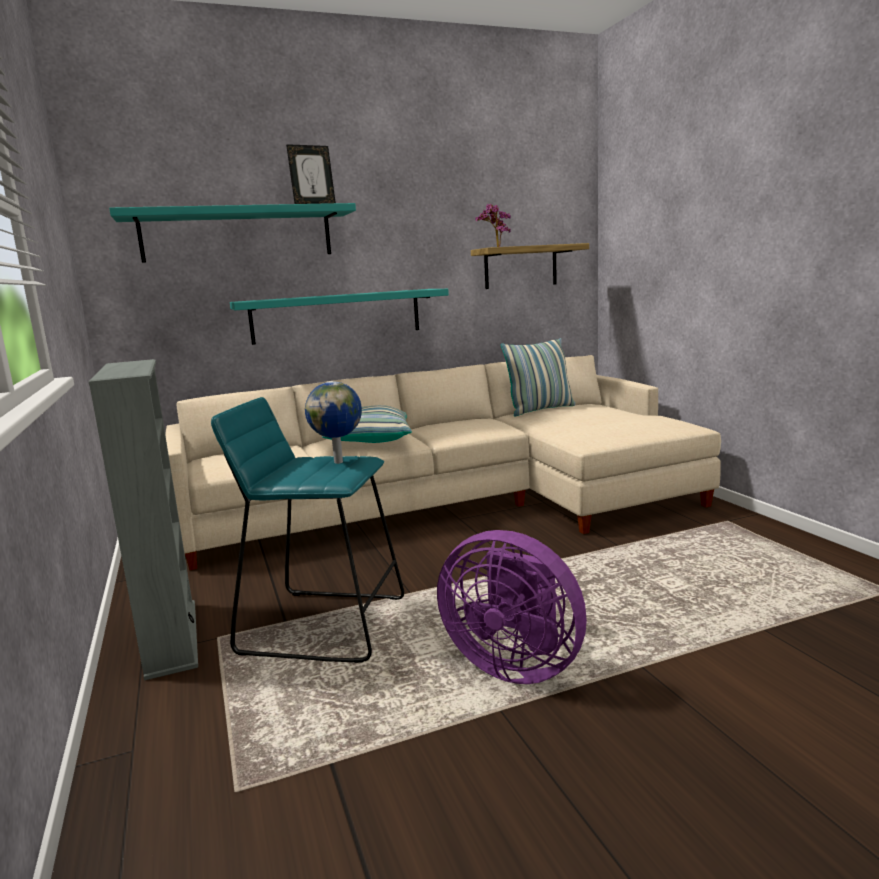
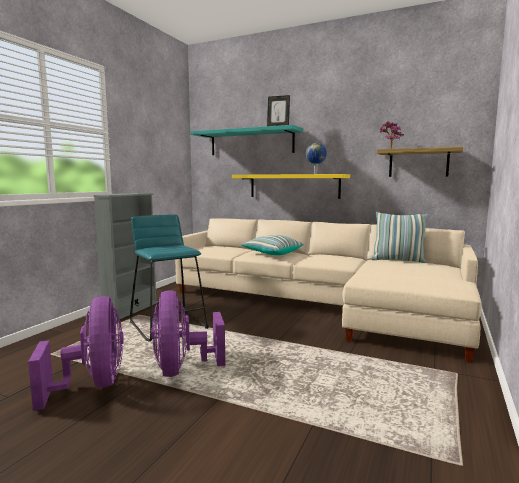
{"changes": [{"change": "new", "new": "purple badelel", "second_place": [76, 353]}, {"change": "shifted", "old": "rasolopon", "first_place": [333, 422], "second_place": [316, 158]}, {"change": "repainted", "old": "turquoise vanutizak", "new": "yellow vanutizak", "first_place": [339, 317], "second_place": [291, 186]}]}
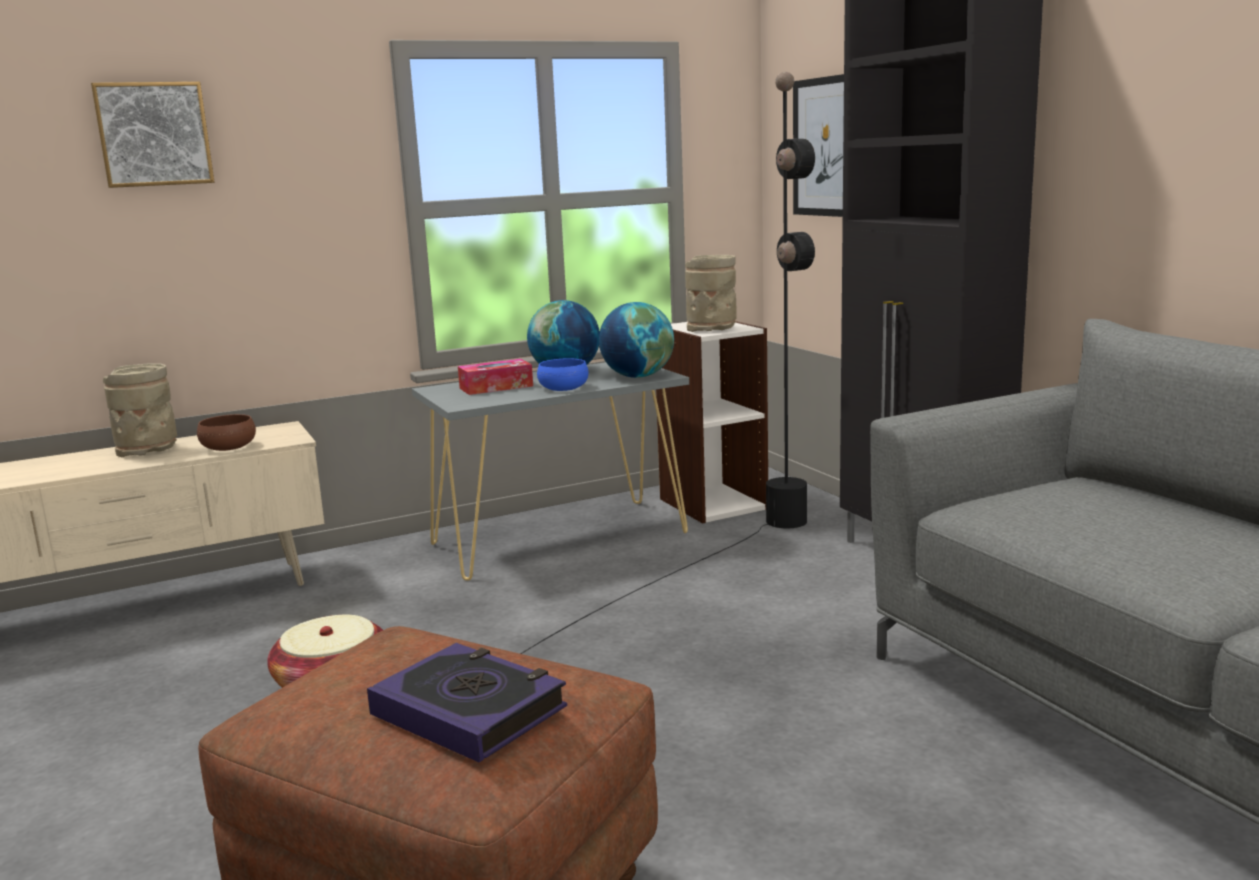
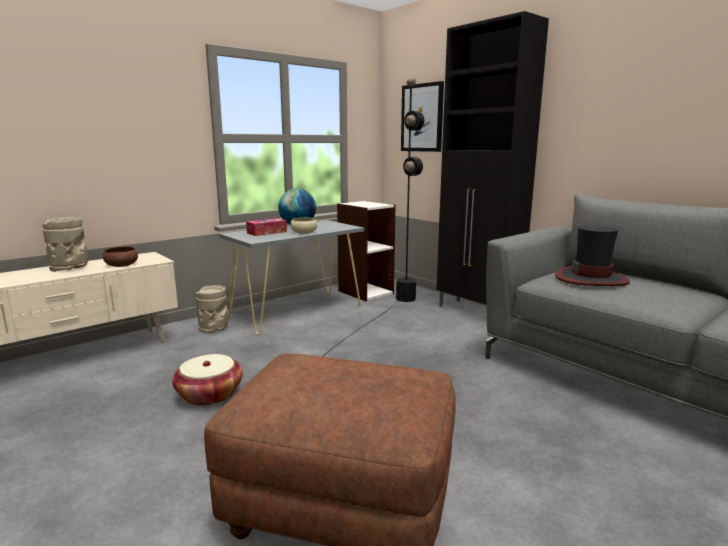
{"changes": [{"change": "gone", "old": "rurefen", "first_place": [153, 135]}, {"change": "gone", "old": "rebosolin", "first_place": [467, 702]}, {"change": "gone", "old": "rasolopon", "first_place": [636, 340]}, {"change": "new", "new": "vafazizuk", "second_place": [592, 255]}, {"change": "shifted", "old": "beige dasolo", "first_place": [711, 293], "second_place": [212, 309]}, {"change": "repainted", "old": "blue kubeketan", "new": "beige kubeketan", "first_place": [563, 374], "second_place": [304, 226]}]}
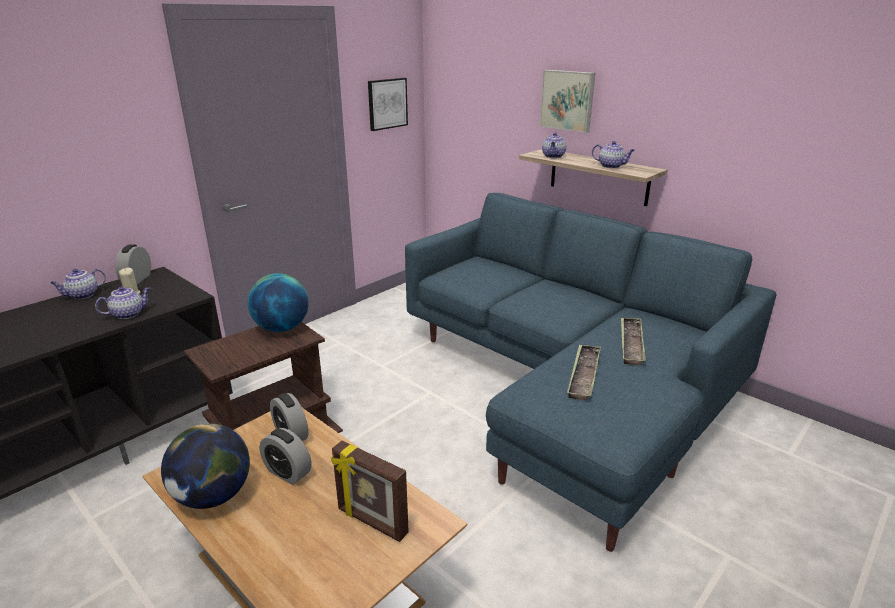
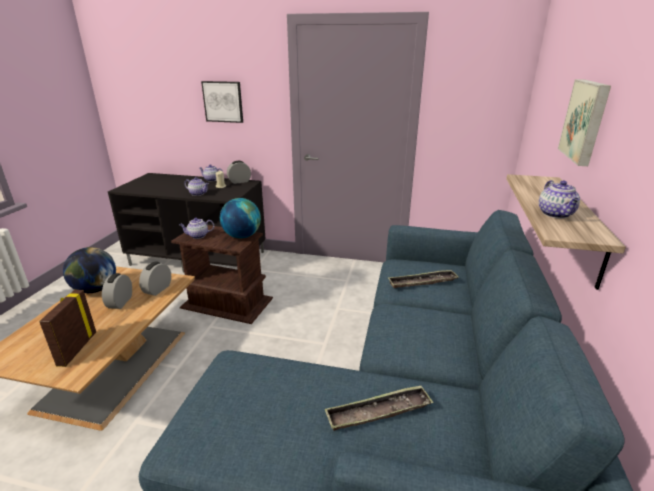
{"changes": [{"change": "shifted", "old": "rurefen", "first_place": [388, 104], "second_place": [222, 102]}, {"change": "shifted", "old": "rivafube", "first_place": [554, 145], "second_place": [196, 228]}, {"change": "shifted", "old": "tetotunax", "first_place": [584, 372], "second_place": [423, 279]}]}
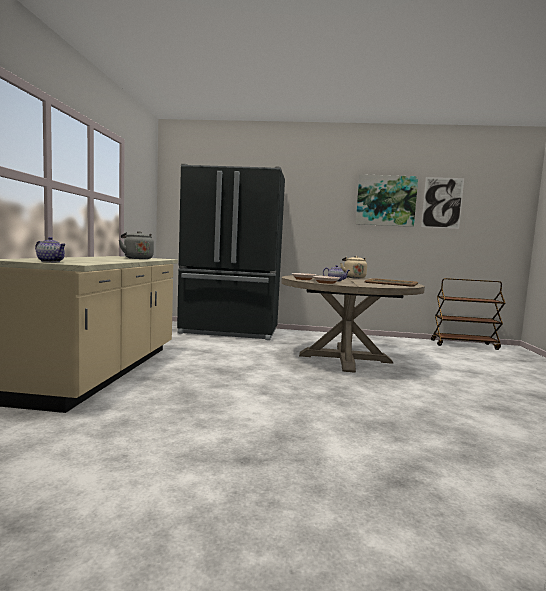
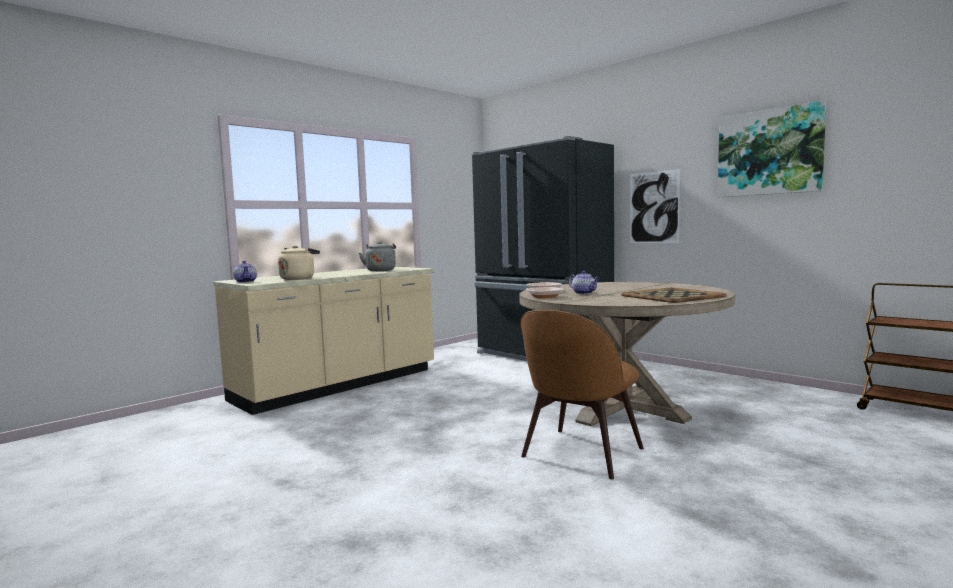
{"changes": [{"change": "new", "new": "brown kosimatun", "second_place": [582, 394]}, {"change": "shifted", "old": "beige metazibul", "first_place": [353, 267], "second_place": [299, 263]}, {"change": "shifted", "old": "rurefen", "first_place": [442, 203], "second_place": [655, 206]}]}
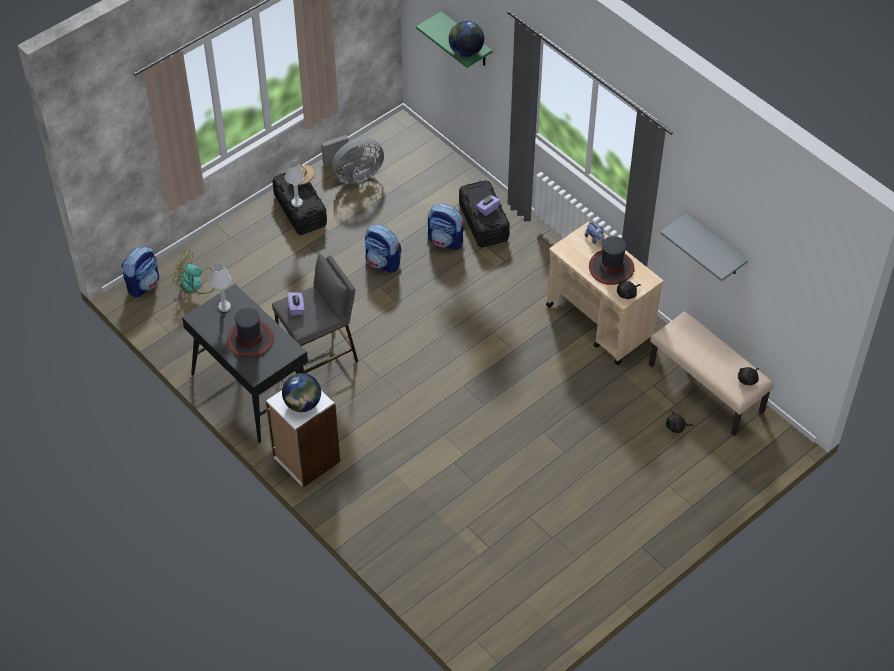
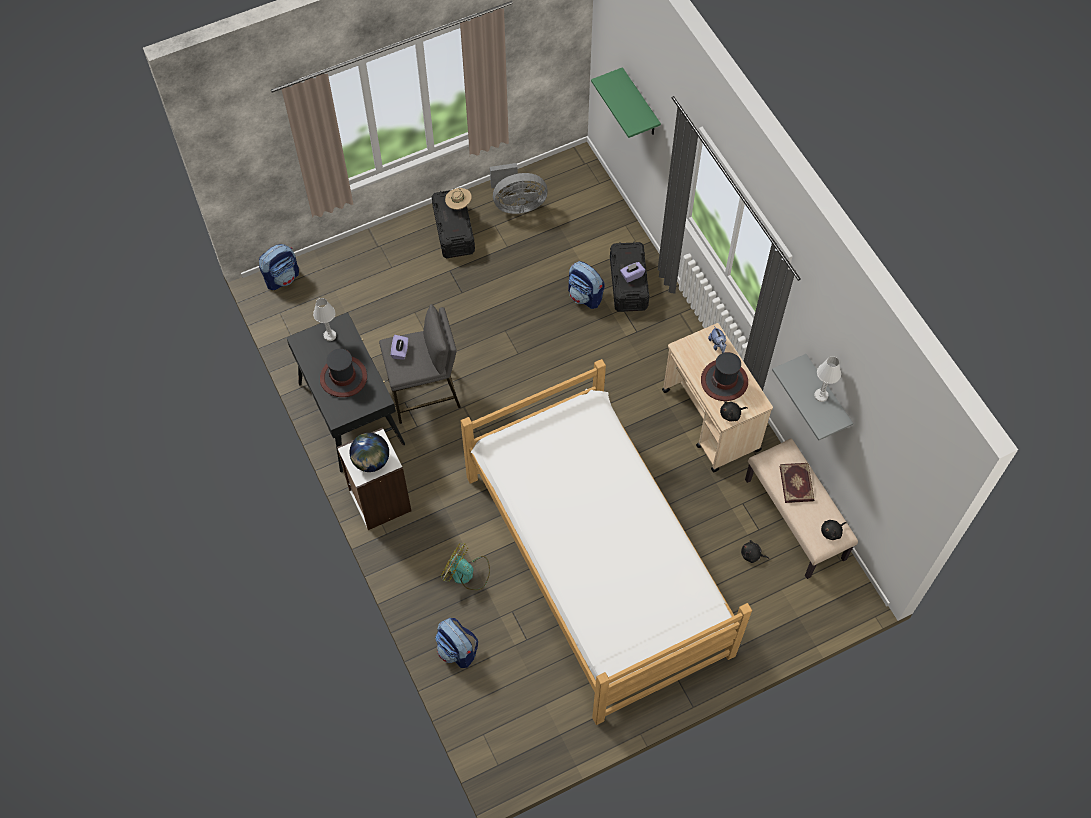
{"changes": [{"change": "gone", "old": "rasolopon", "first_place": [466, 39]}, {"change": "new", "new": "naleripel", "second_place": [606, 542]}, {"change": "new", "new": "rebosolin", "second_place": [797, 483]}, {"change": "shifted", "old": "badelel", "first_place": [194, 271], "second_place": [465, 566]}, {"change": "shifted", "old": "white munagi", "first_place": [295, 184], "second_place": [827, 379]}, {"change": "shifted", "old": "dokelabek", "first_place": [383, 248], "second_place": [456, 643]}]}
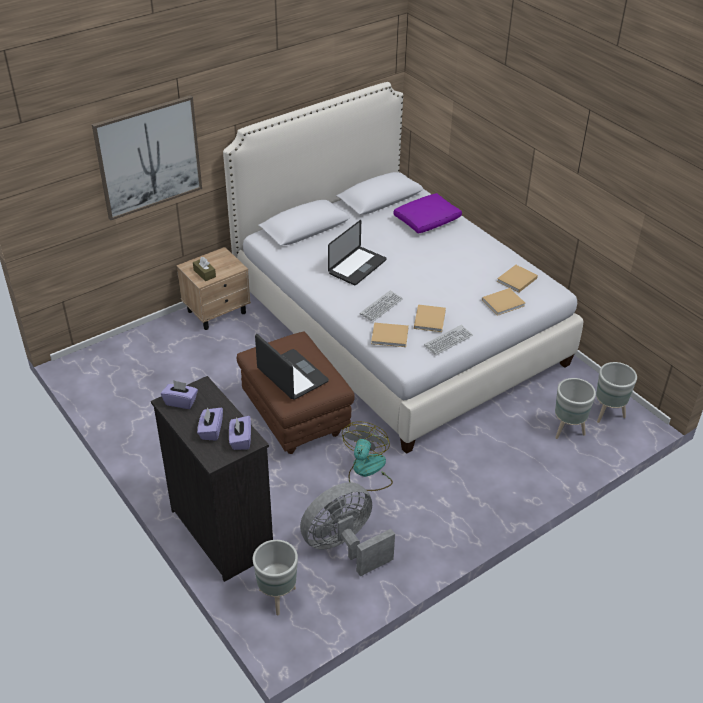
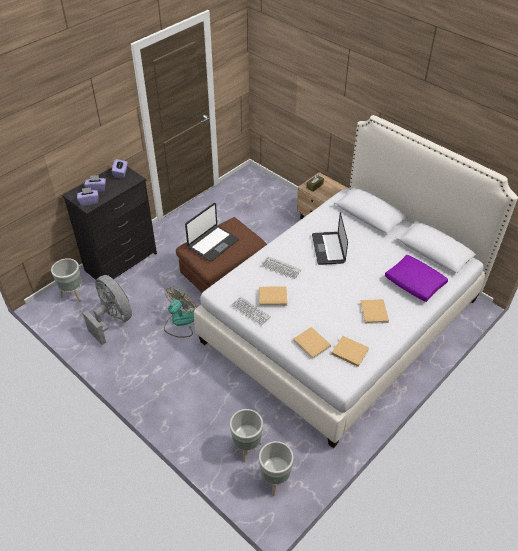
{"changes": [{"change": "gone", "old": "rurefen", "first_place": [147, 157]}, {"change": "shifted", "old": "beige rebosolin", "first_place": [390, 335], "second_place": [374, 311]}, {"change": "rotated", "old": "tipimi", "first_place": [357, 253], "second_place": [330, 238], "degrees": 60}, {"change": "rotated", "old": "badelel", "first_place": [367, 456], "second_place": [179, 312], "degrees": -60}]}
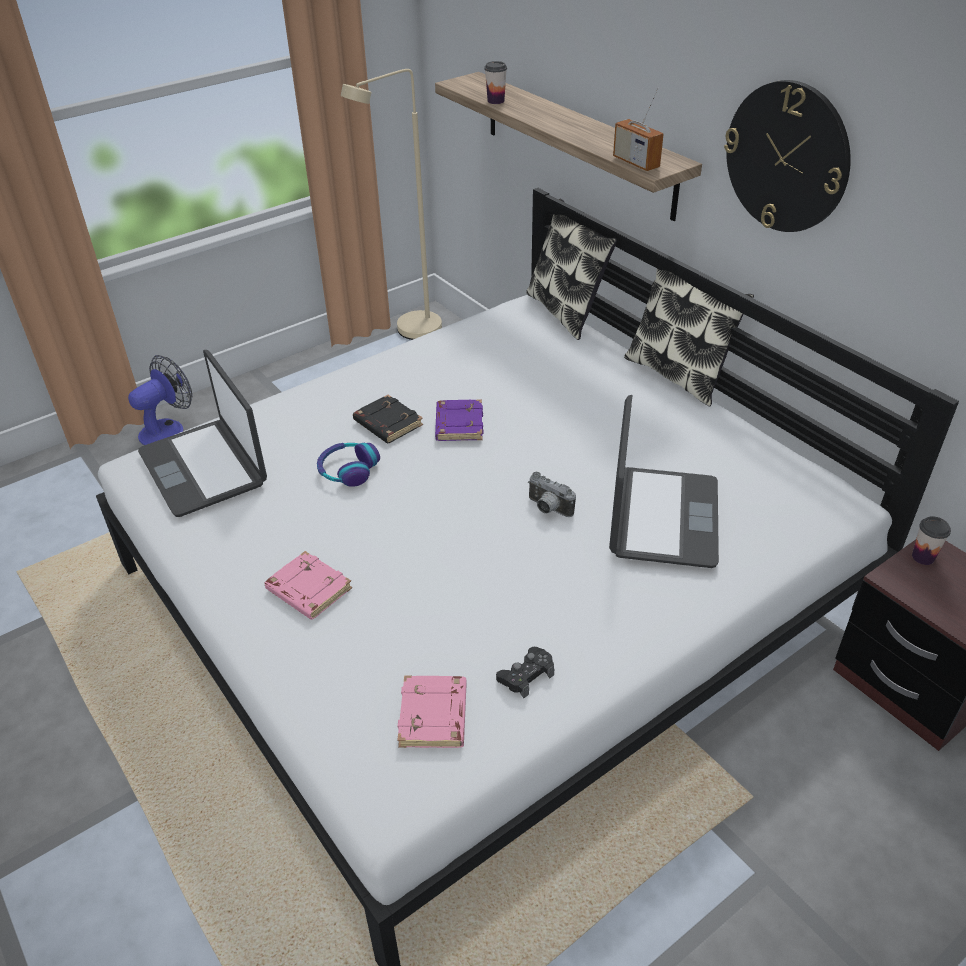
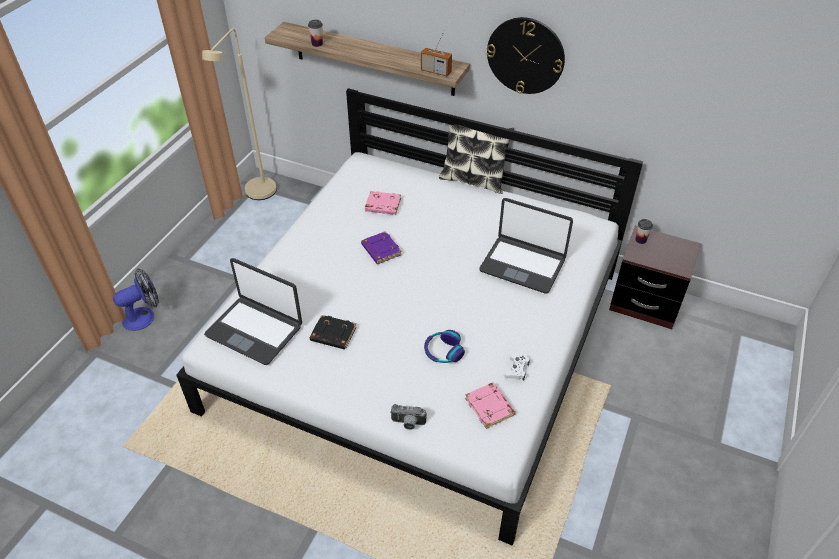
{"changes": [{"change": "gone", "old": "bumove", "first_place": [571, 269]}, {"change": "shifted", "old": "pink rebosolin", "first_place": [308, 585], "second_place": [383, 203]}, {"change": "shifted", "old": "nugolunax", "first_place": [348, 465], "second_place": [444, 346]}, {"change": "shifted", "old": "black rebosolin", "first_place": [388, 419], "second_place": [333, 332]}, {"change": "shifted", "old": "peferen", "first_place": [552, 494], "second_place": [408, 417]}, {"change": "repainted", "old": "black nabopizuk", "new": "white nabopizuk", "first_place": [525, 672], "second_place": [517, 366]}, {"change": "rotated", "old": "badelel", "first_place": [160, 400], "second_place": [136, 300], "degrees": 45}, {"change": "rotated", "old": "tipimi", "first_place": [664, 481], "second_place": [526, 245], "degrees": 135}]}
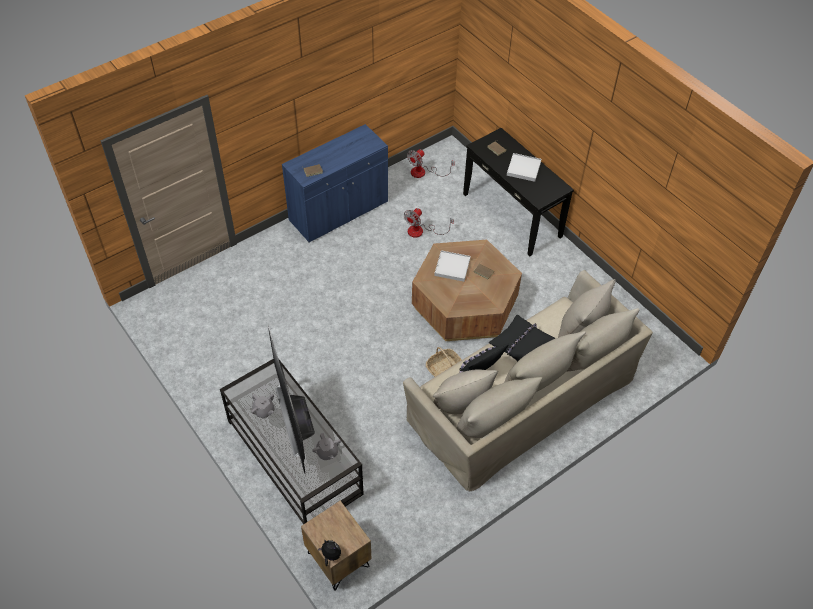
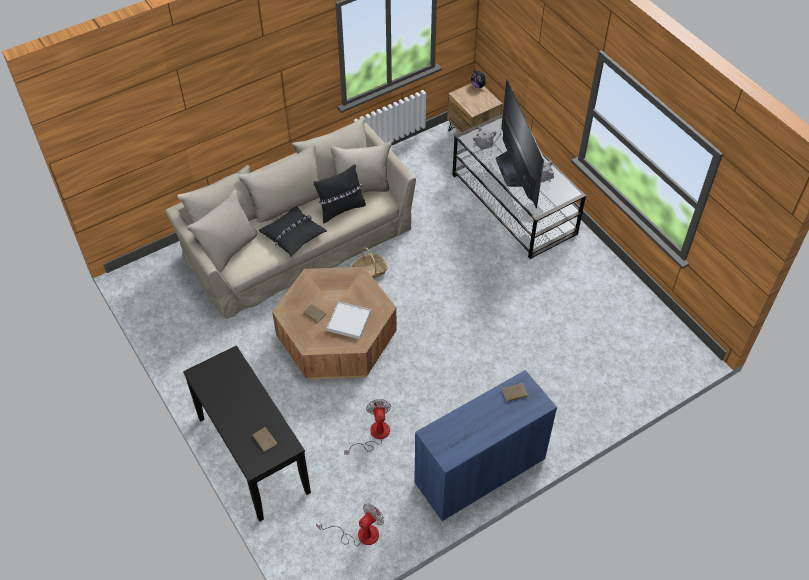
{"changes": [{"change": "gone", "old": "white tetotunax", "first_place": [524, 167]}, {"change": "rotated", "old": "badelel", "first_place": [429, 223], "second_place": [367, 427], "degrees": -45}]}
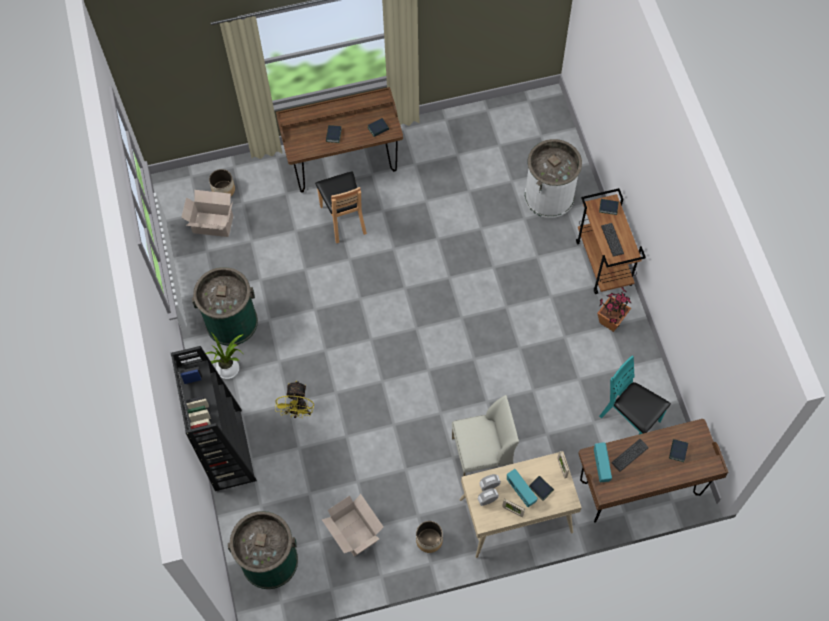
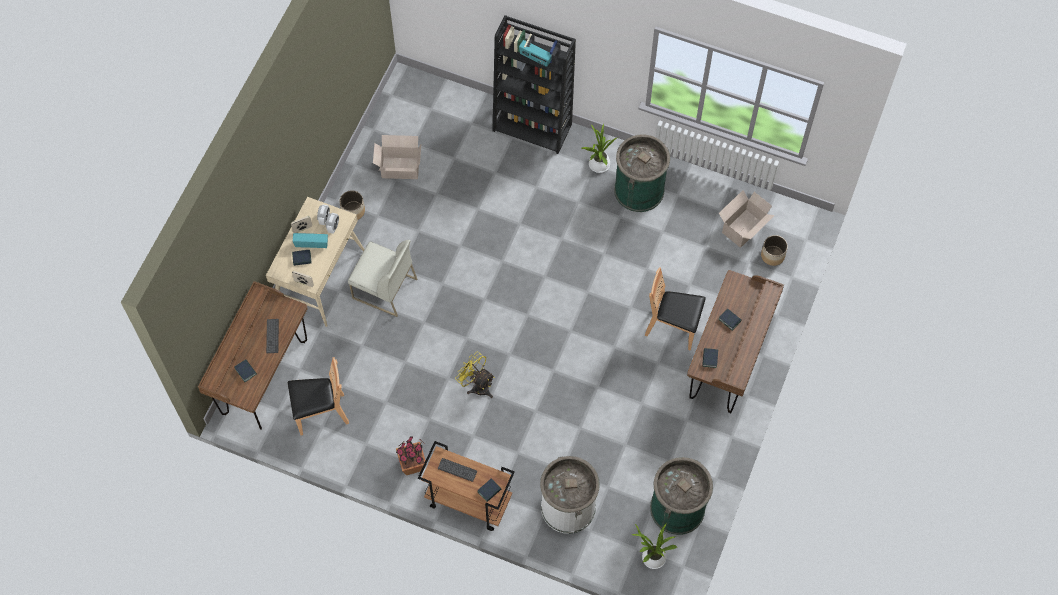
{"changes": [{"change": "new", "new": "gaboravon", "second_place": [654, 546]}, {"change": "shifted", "old": "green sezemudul", "first_place": [263, 550], "second_place": [681, 496]}, {"change": "shifted", "old": "yellow badelel", "first_place": [294, 399], "second_place": [475, 375]}, {"change": "shifted", "old": "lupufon", "first_place": [603, 462], "second_place": [535, 53]}, {"change": "repainted", "old": "turquoise kosimatun", "new": "brown kosimatun", "first_place": [635, 395], "second_place": [318, 396]}, {"change": "rotated", "old": "white kosimatun", "first_place": [485, 435], "second_place": [382, 278], "degrees": -90}]}
